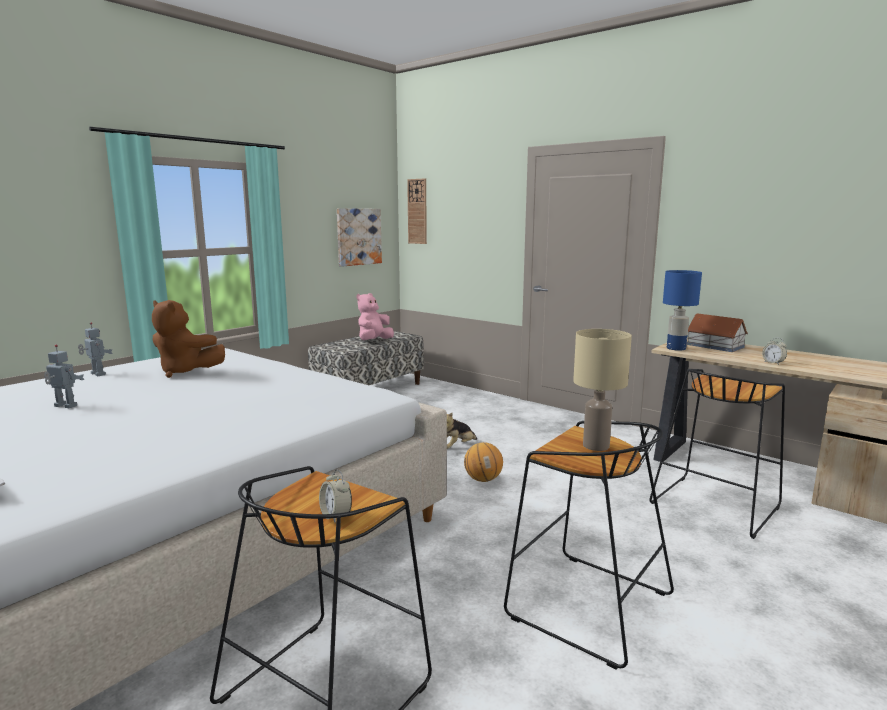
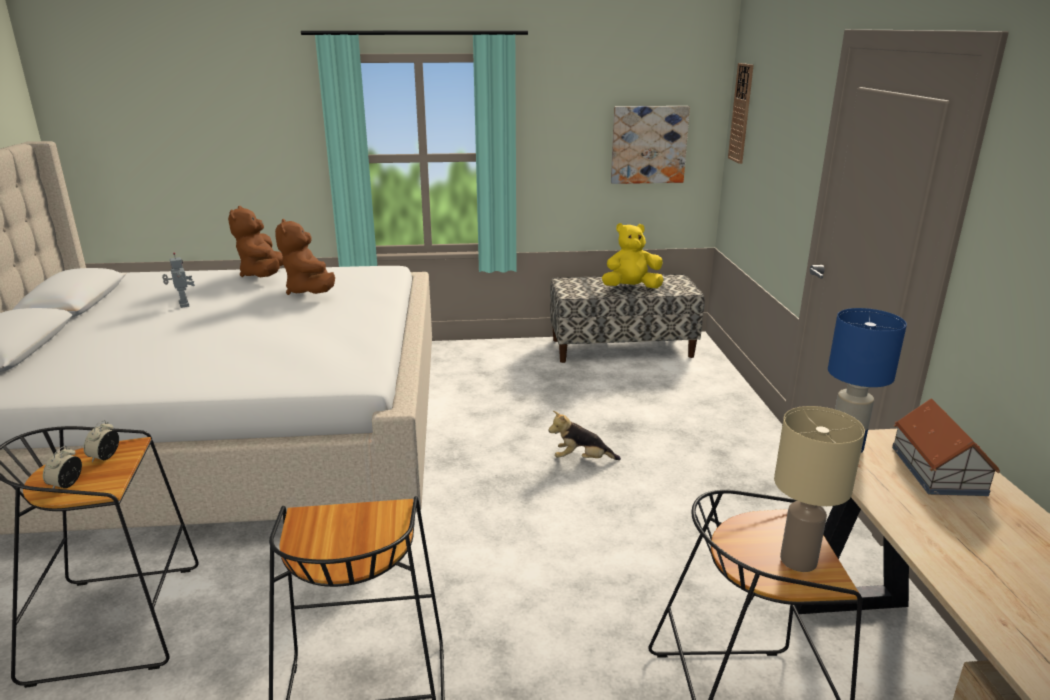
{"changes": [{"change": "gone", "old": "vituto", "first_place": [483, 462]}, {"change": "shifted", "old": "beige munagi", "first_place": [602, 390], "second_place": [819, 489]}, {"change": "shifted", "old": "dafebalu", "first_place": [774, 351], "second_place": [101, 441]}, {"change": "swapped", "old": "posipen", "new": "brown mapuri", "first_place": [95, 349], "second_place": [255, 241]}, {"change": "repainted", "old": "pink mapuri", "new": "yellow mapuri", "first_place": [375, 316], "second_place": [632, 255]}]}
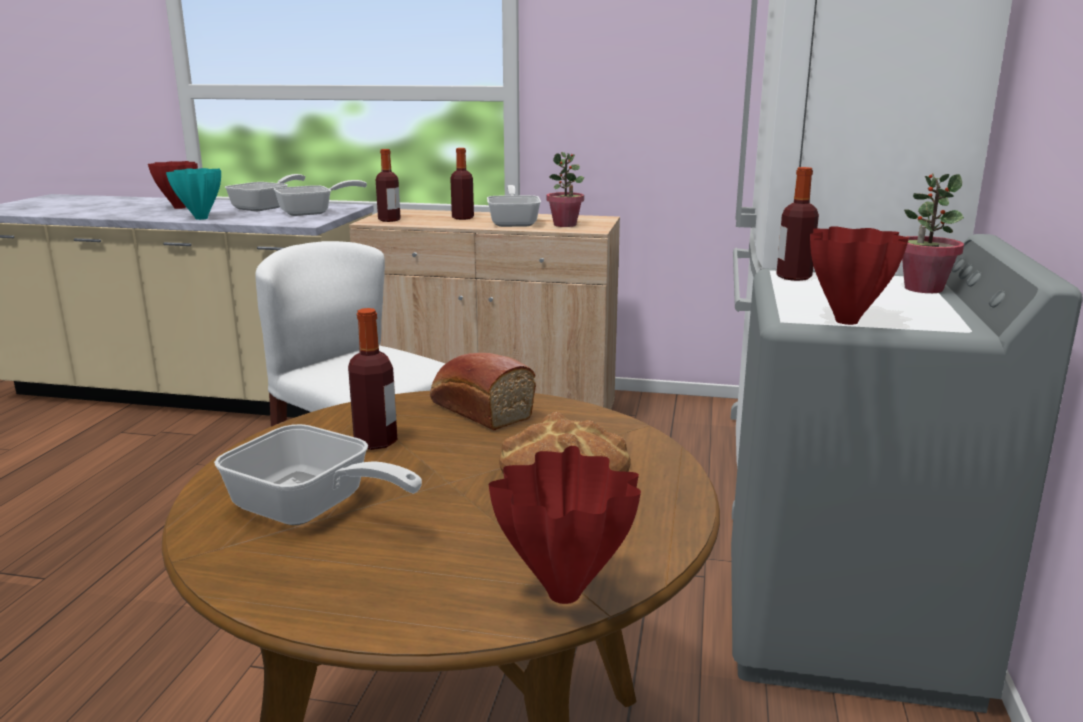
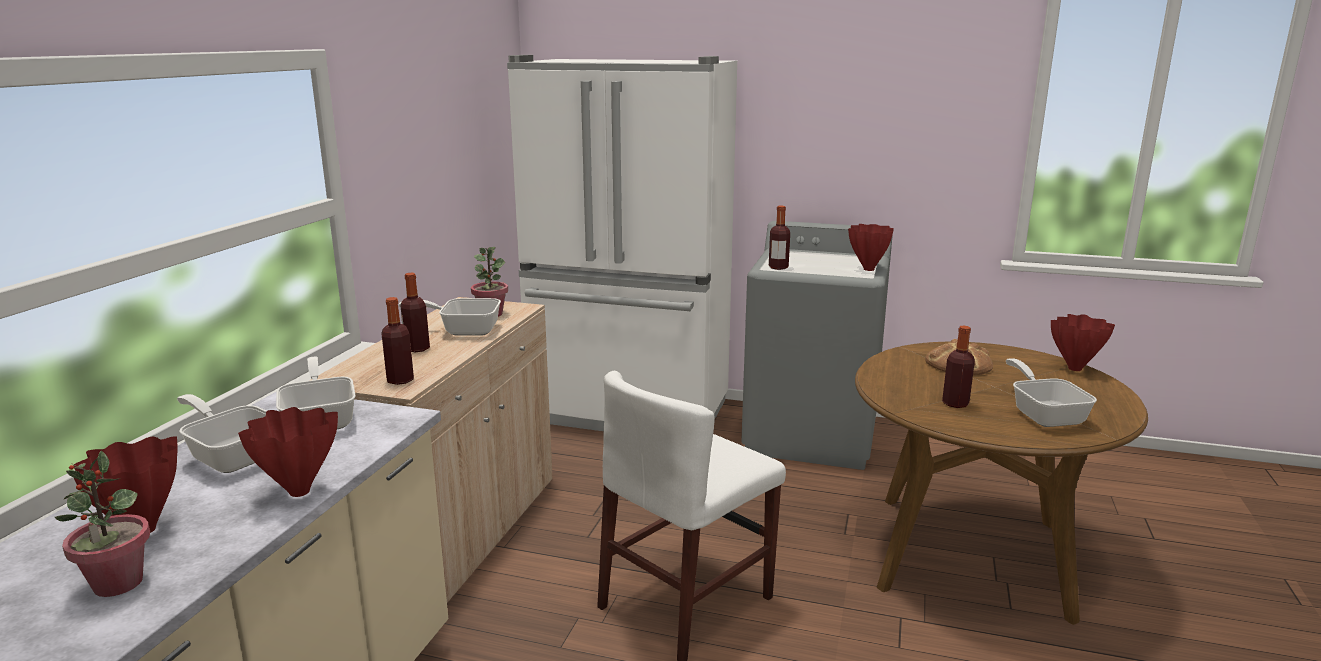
{"changes": [{"change": "gone", "old": "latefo", "first_place": [483, 391]}, {"change": "shifted", "old": "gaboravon", "first_place": [933, 233], "second_place": [102, 524]}, {"change": "repainted", "old": "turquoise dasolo", "new": "red dasolo", "first_place": [193, 194], "second_place": [288, 452]}, {"change": "rotated", "old": "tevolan", "first_place": [318, 474], "second_place": [1051, 392], "degrees": -45}]}
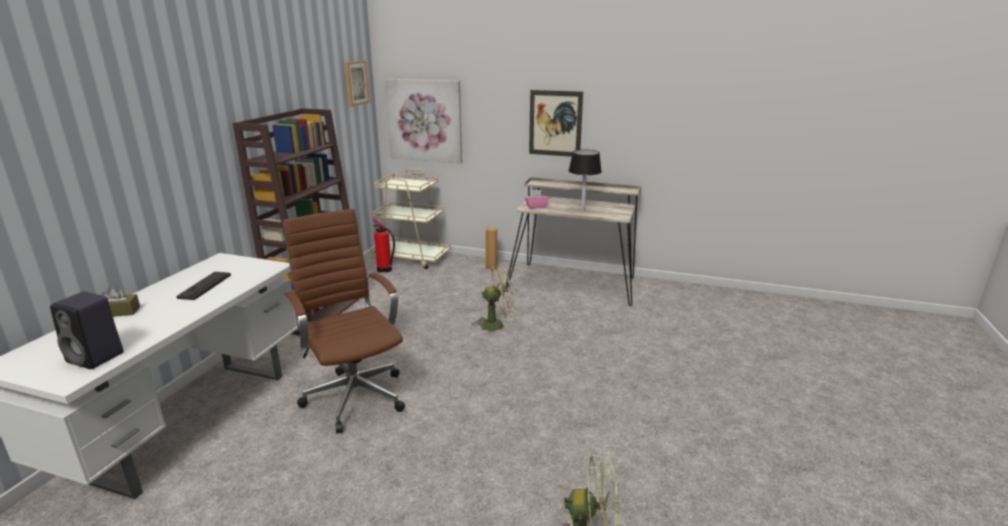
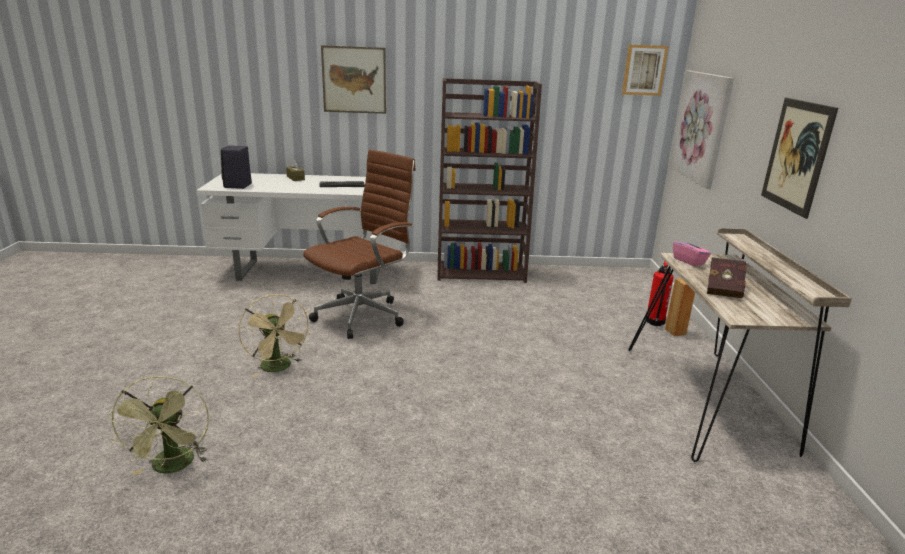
{"changes": [{"change": "gone", "old": "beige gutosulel", "first_place": [410, 219]}, {"change": "new", "new": "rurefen", "second_place": [353, 79]}, {"change": "shifted", "old": "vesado", "first_place": [384, 246], "second_place": [660, 293]}, {"change": "shifted", "old": "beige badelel", "first_place": [495, 300], "second_place": [275, 335]}, {"change": "swapped", "old": "black munagi", "new": "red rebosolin", "first_place": [585, 180], "second_place": [727, 277]}]}
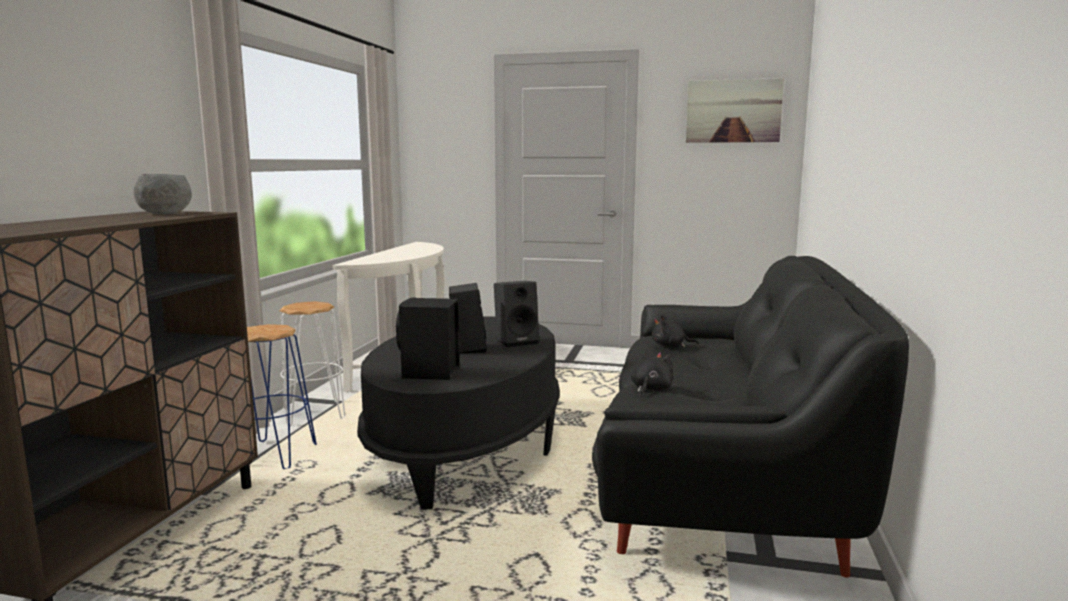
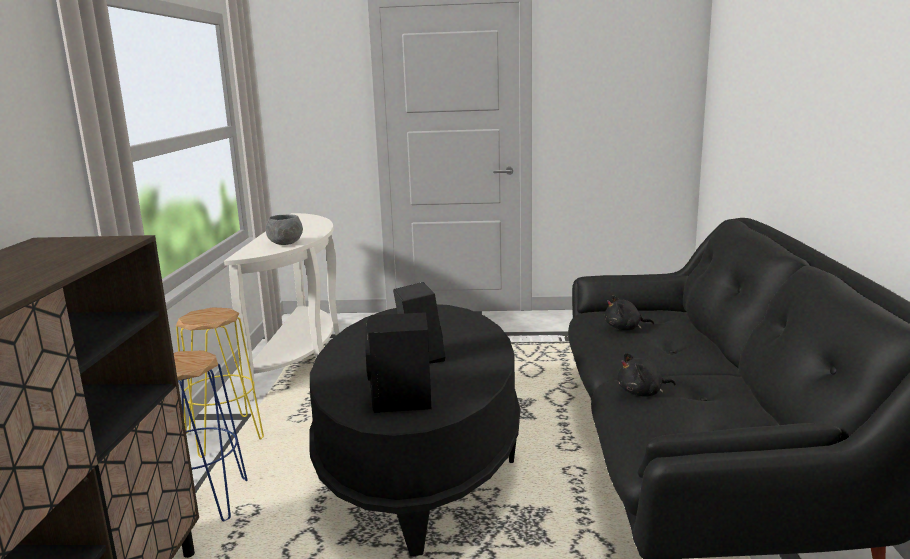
{"changes": [{"change": "gone", "old": "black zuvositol", "first_place": [516, 314]}, {"change": "gone", "old": "rurefen", "first_place": [735, 110]}, {"change": "shifted", "old": "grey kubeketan", "first_place": [162, 194], "second_place": [284, 229]}, {"change": "repainted", "old": "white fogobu", "new": "yellow fogobu", "first_place": [312, 363], "second_place": [220, 382]}, {"change": "rotated", "old": "black mapuri", "first_place": [652, 374], "second_place": [646, 374], "degrees": -120}]}
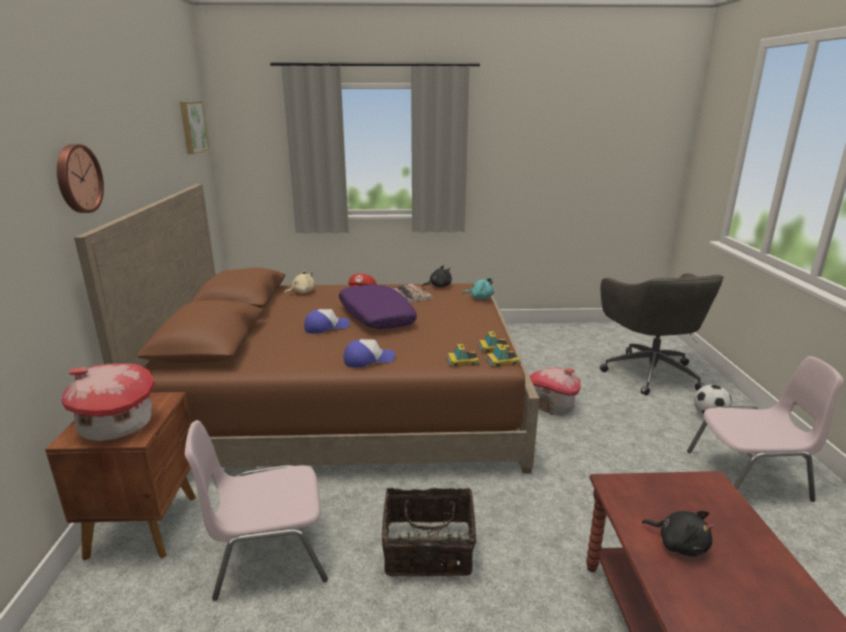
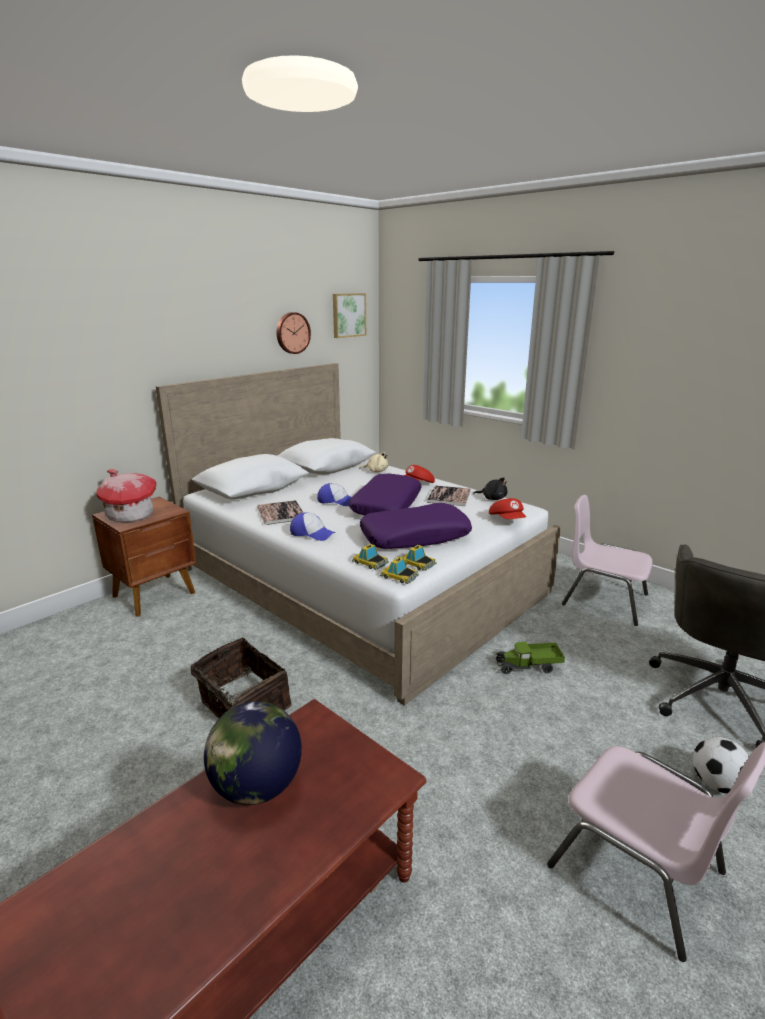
{"changes": [{"change": "new", "new": "rebosolin", "second_place": [280, 512]}, {"change": "new", "new": "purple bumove", "second_place": [416, 526]}, {"change": "shifted", "old": "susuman", "first_place": [80, 178], "second_place": [293, 333]}, {"change": "shifted", "old": "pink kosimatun", "first_place": [256, 510], "second_place": [607, 560]}, {"change": "swapped", "old": "turquoise mapuri", "new": "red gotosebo", "first_place": [478, 288], "second_place": [507, 508]}, {"change": "swapped", "old": "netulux", "new": "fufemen", "first_place": [555, 391], "second_place": [530, 658]}, {"change": "swapped", "old": "black mapuri", "new": "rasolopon", "first_place": [678, 533], "second_place": [253, 753]}, {"change": "repainted", "old": "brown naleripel", "new": "white naleripel", "first_place": [306, 328], "second_place": [358, 534]}]}
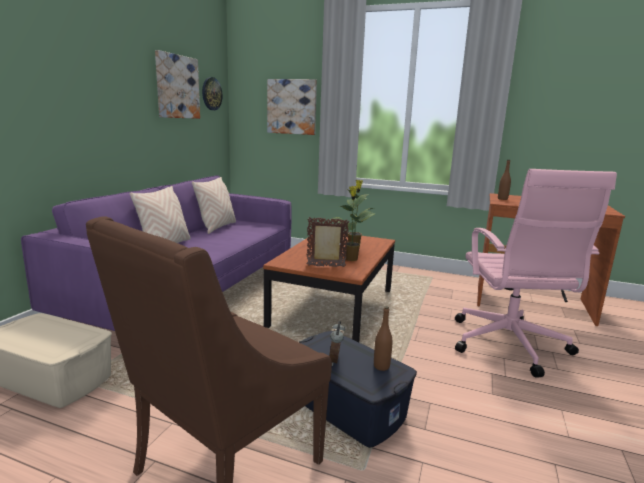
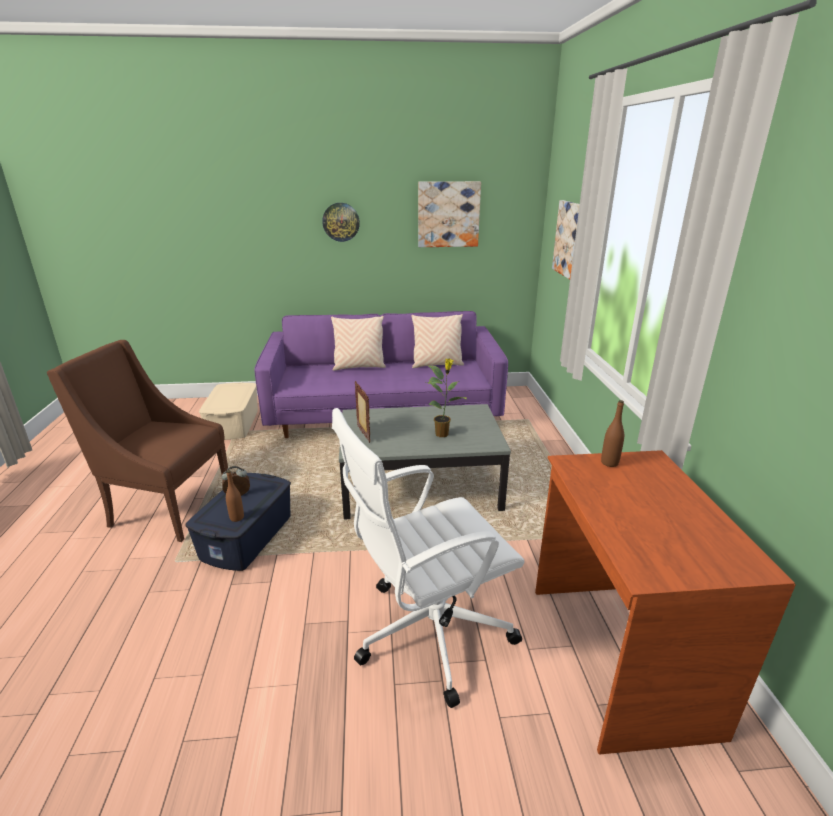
{"changes": [{"change": "gone", "old": "gaboravon", "first_place": [352, 223]}, {"change": "shifted", "old": "susuman", "first_place": [212, 93], "second_place": [341, 222]}, {"change": "repainted", "old": "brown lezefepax", "new": "grey lezefepax", "first_place": [329, 288], "second_place": [425, 462]}, {"change": "repainted", "old": "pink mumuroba", "new": "white mumuroba", "first_place": [536, 273], "second_place": [428, 558]}]}
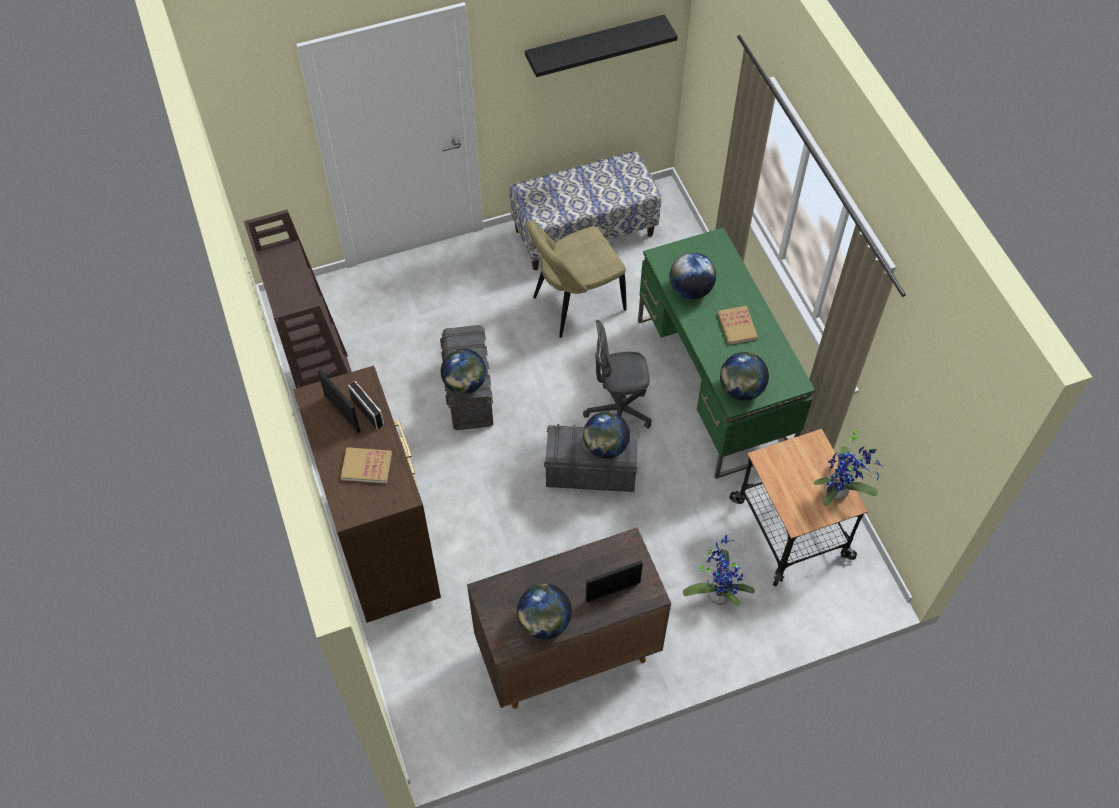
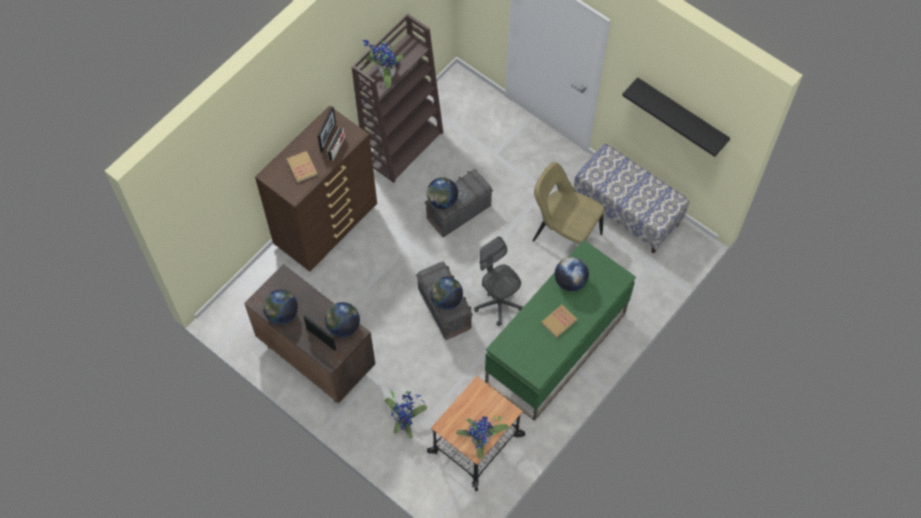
{"changes": [{"change": "new", "new": "gaboravon", "second_place": [383, 63]}, {"change": "shifted", "old": "rasolopon", "first_place": [744, 376], "second_place": [342, 319]}]}
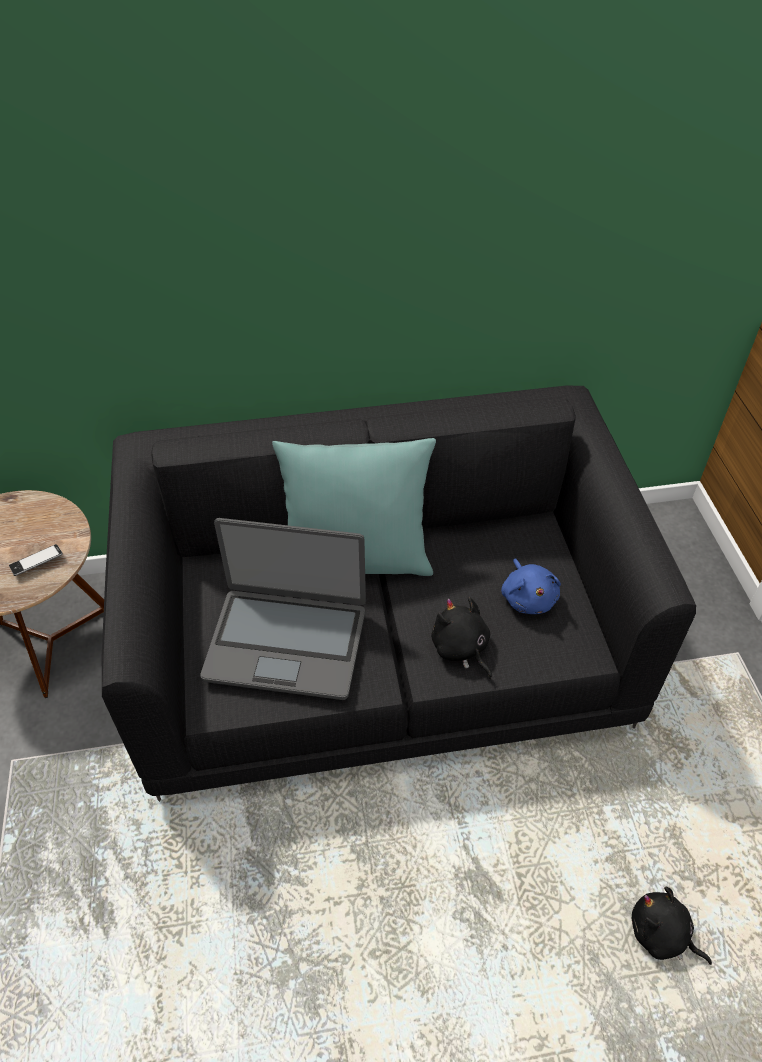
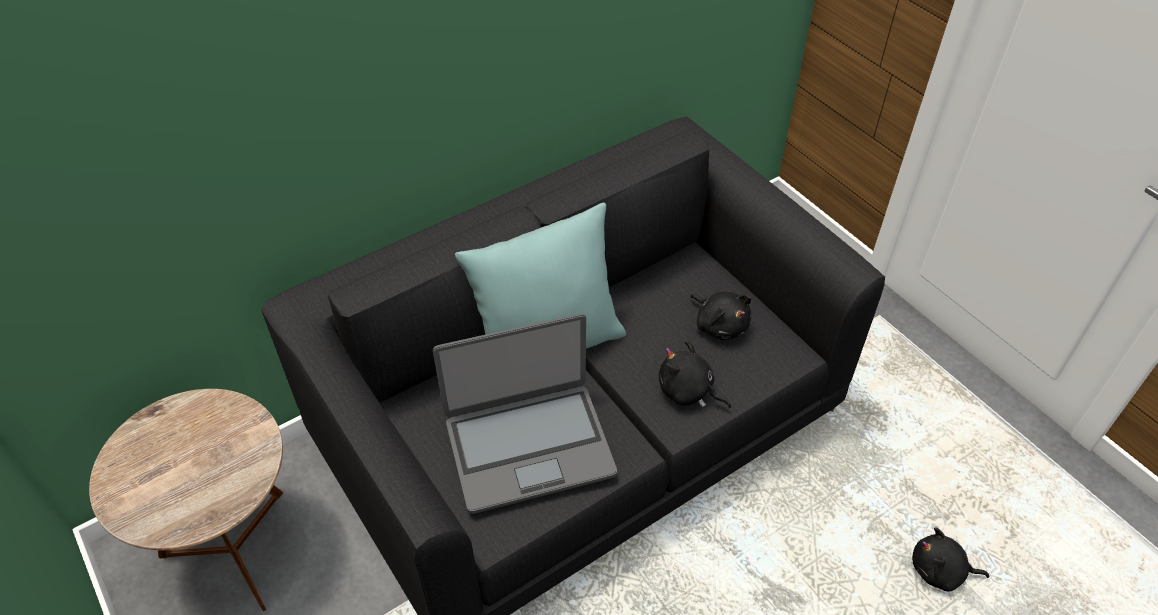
{"changes": [{"change": "gone", "old": "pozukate", "first_place": [36, 560]}, {"change": "repainted", "old": "blue mapuri", "new": "black mapuri", "first_place": [531, 586], "second_place": [720, 316]}]}
